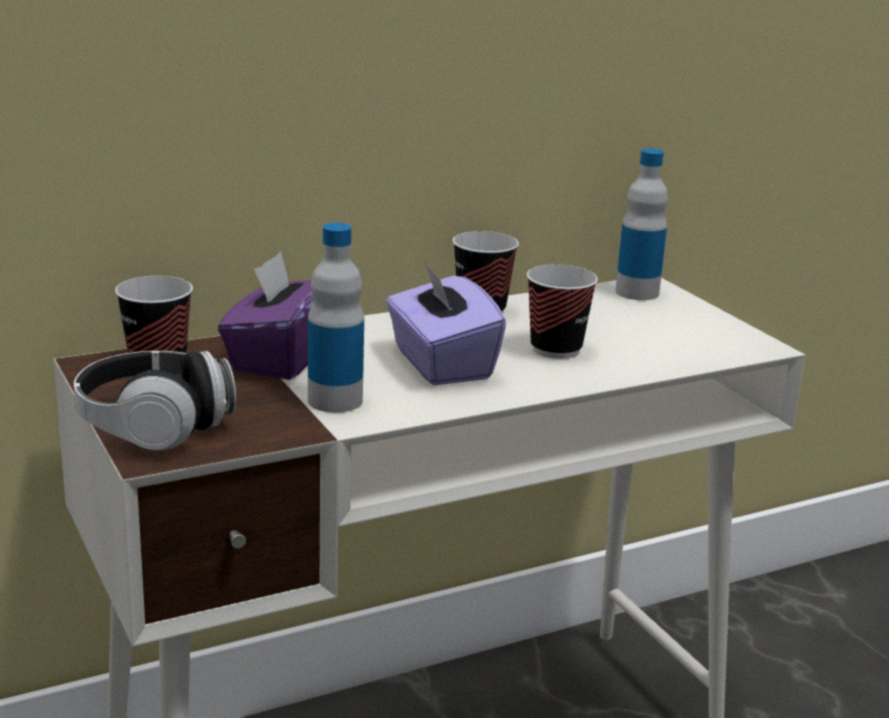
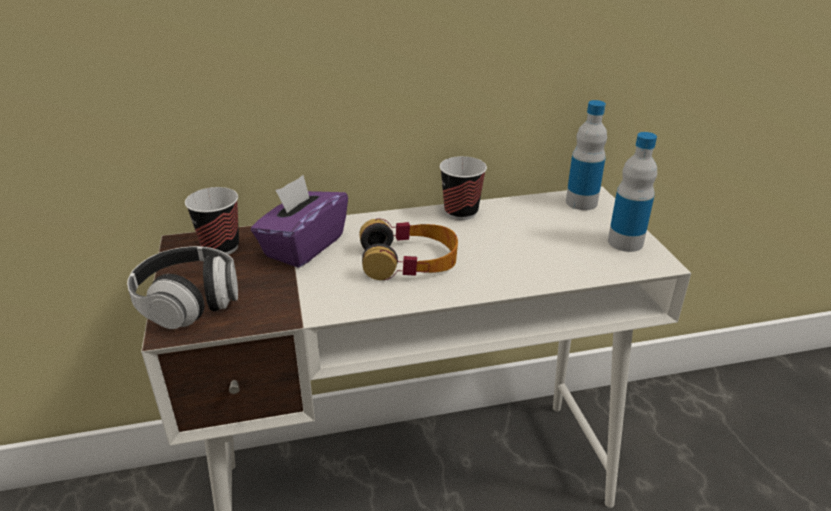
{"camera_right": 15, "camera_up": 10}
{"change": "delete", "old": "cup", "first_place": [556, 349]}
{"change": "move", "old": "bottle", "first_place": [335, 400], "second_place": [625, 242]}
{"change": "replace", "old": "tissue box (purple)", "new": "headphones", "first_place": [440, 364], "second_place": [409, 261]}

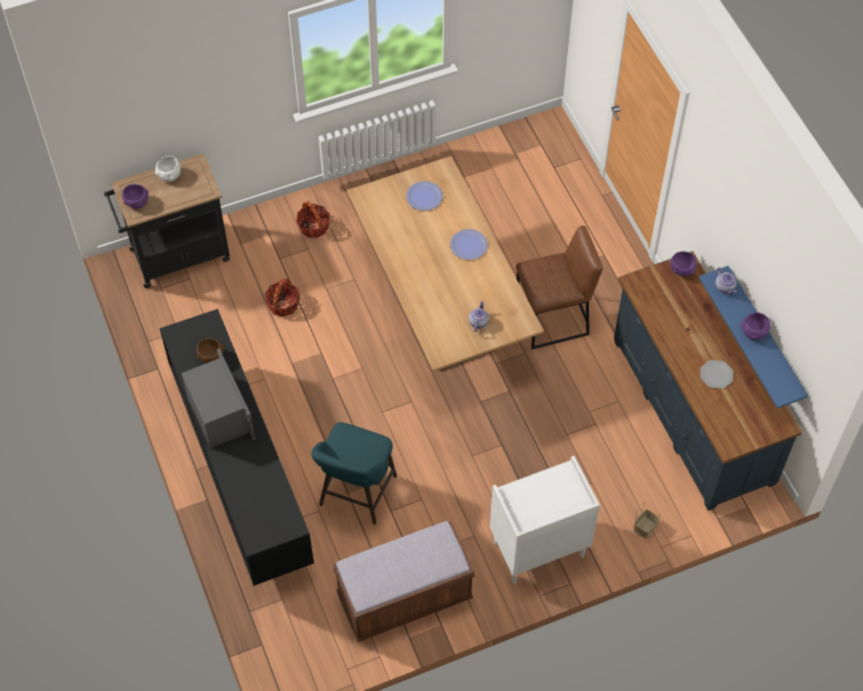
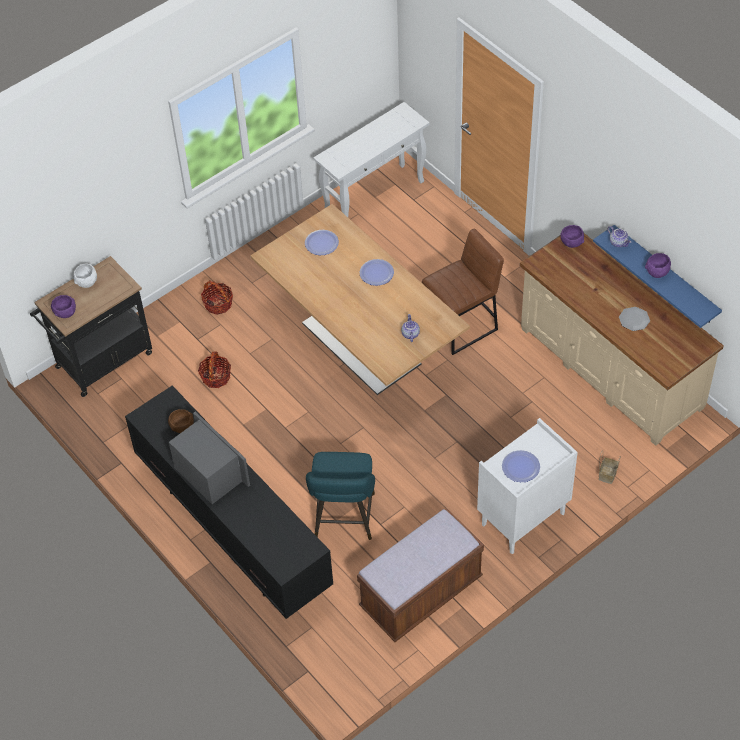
{"camera_right": -15, "camera_up": -5}
{"change": "insert", "new": "console table (white)", "second_place": [374, 197]}
{"change": "insert", "new": "plate", "second_place": [521, 467]}
{"change": "recolor", "old": "dresser (blue)", "new": "dresser (beige)", "first_place": [692, 412], "second_place": [611, 369]}

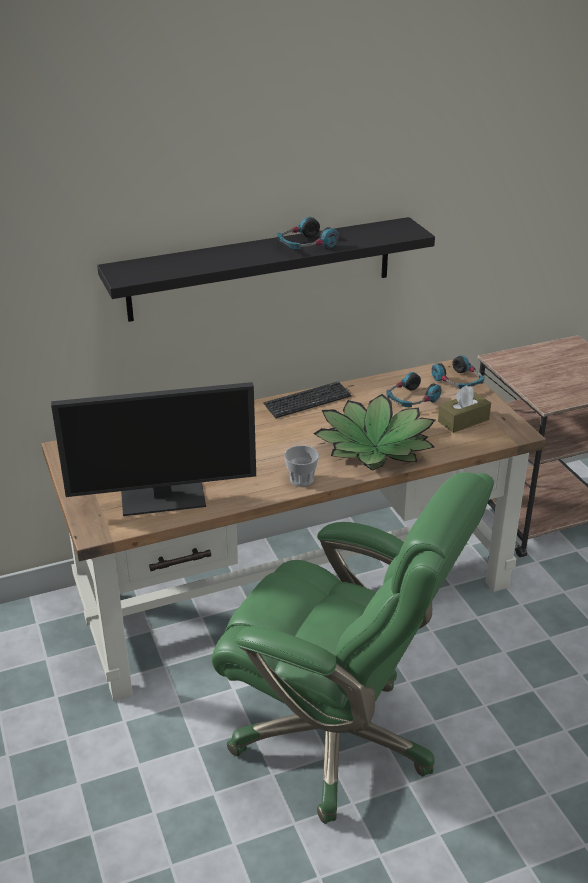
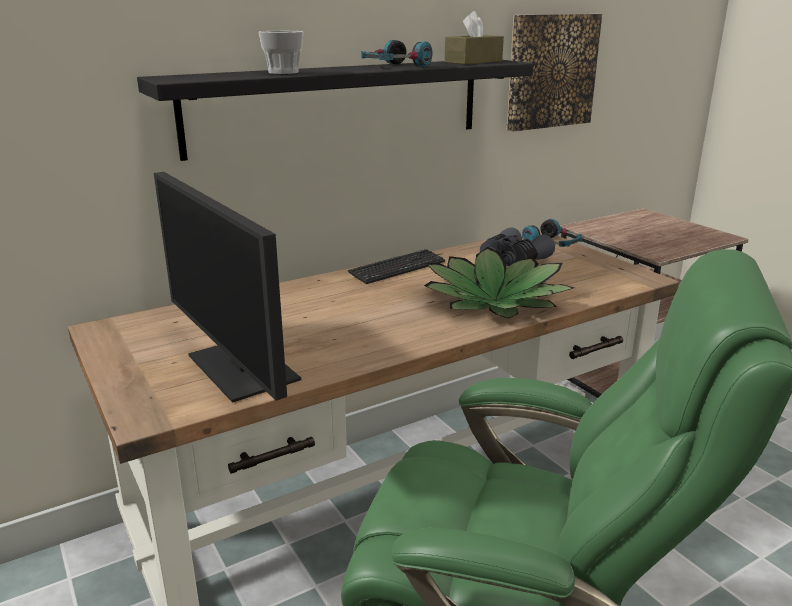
{"camera_right": -10, "camera_up": -10}
{"change": "insert", "new": "picture", "second_place": [550, 71]}
{"change": "move", "old": "cup", "first_place": [301, 480], "second_place": [283, 72]}
{"change": "move", "old": "tissue box (brown)", "first_place": [463, 420], "second_place": [473, 62]}
{"change": "replace", "old": "headphones", "new": "binoculars (grey)", "first_place": [411, 399], "second_place": [512, 260]}
{"change": "rotate", "old": "monitor", "first_place": [164, 496], "second_place": [242, 368], "degrees": 75}

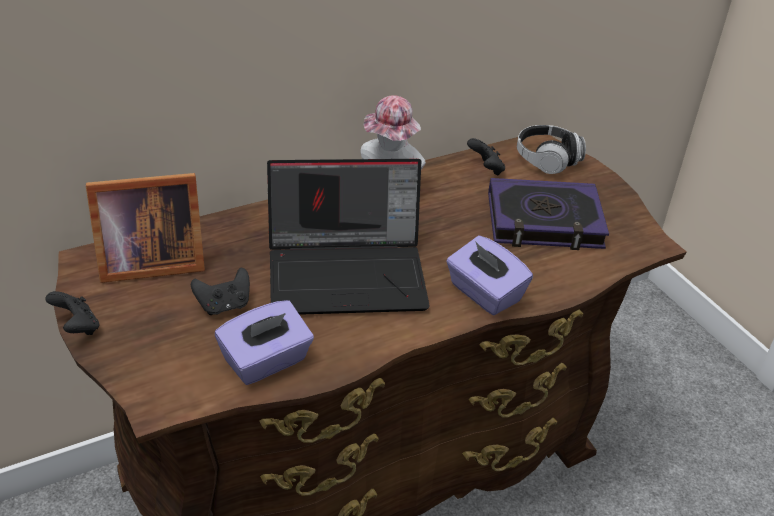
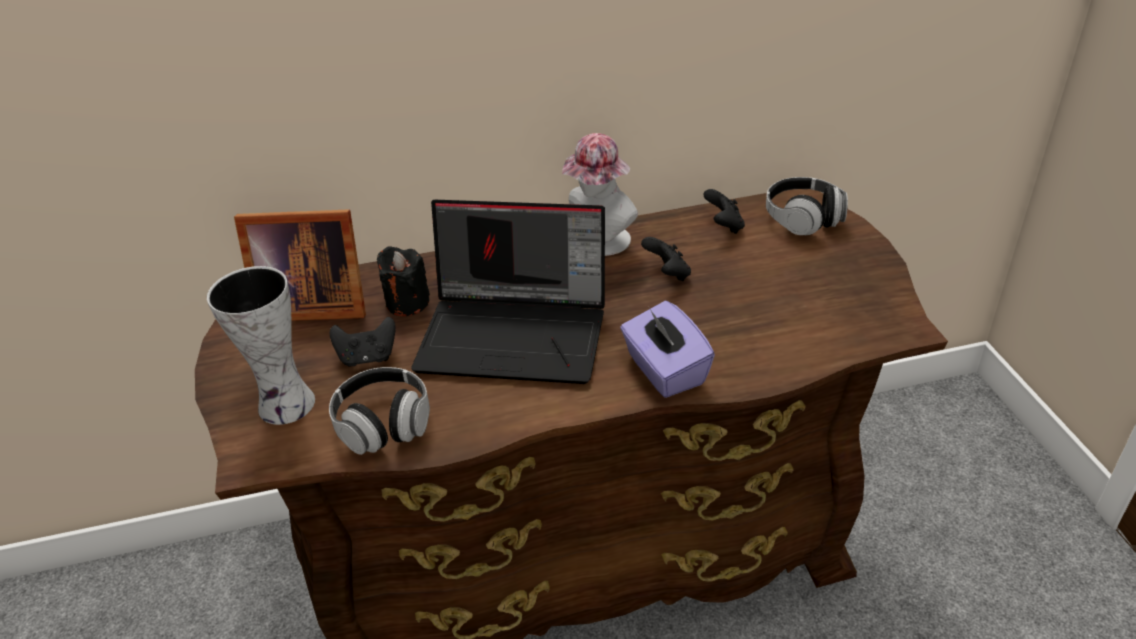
{"camera_right": 20, "camera_up": 0}
{"change": "delete", "old": "book", "first_place": [544, 222]}
{"change": "insert", "new": "vase", "second_place": [284, 406]}
{"change": "insert", "new": "candle (black)", "second_place": [407, 303]}
{"change": "move", "old": "game controller (black)", "first_place": [77, 327], "second_place": [668, 274]}
{"change": "replace", "old": "tissue box (purple)", "new": "headphones", "first_place": [266, 362], "second_place": [384, 424]}

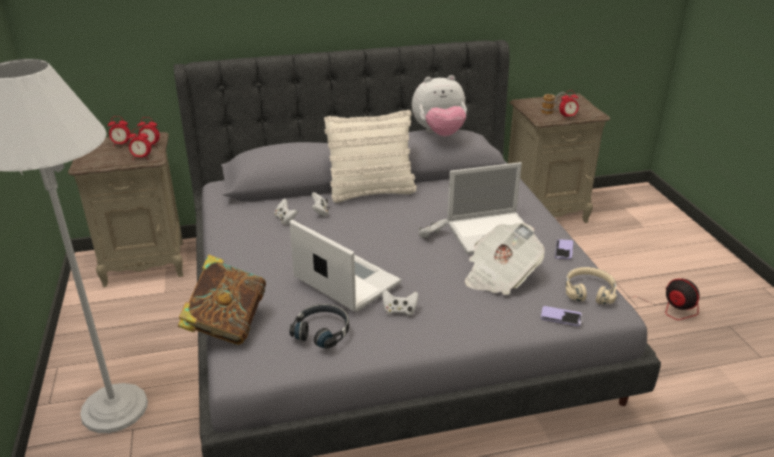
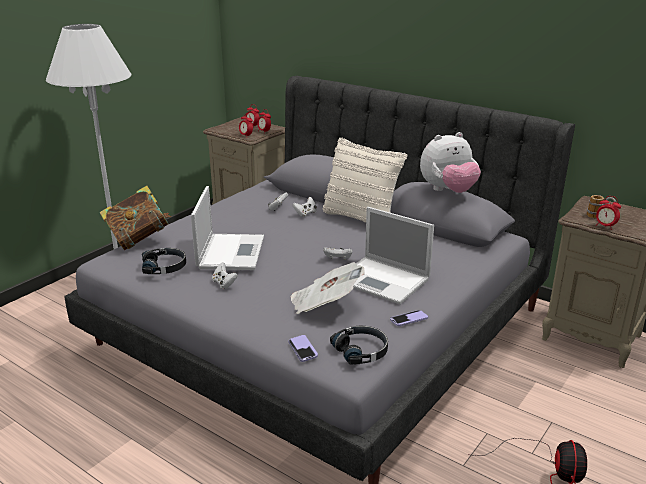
{"camera_right": 50, "camera_up": -5}
{"change": "recolor", "old": "headphones (beige)", "new": "headphones (black)", "first_place": [589, 291], "second_place": [361, 351]}
{"change": "rotate", "old": "plush toy", "first_place": [439, 134], "second_place": [448, 191], "degrees": -60}

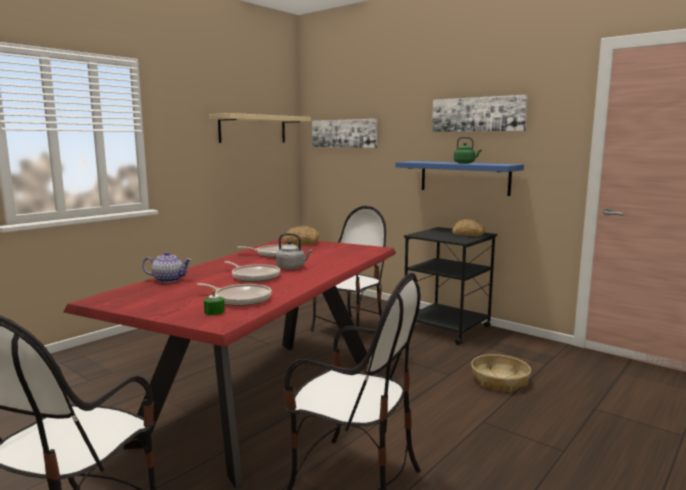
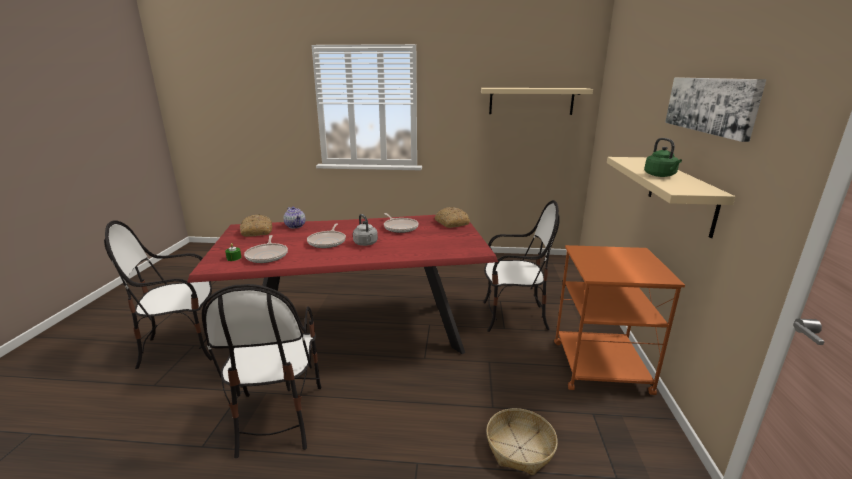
{"camera_right": 55, "camera_up": 10}
{"change": "delete", "old": "picture", "first_place": [344, 133]}
{"change": "move", "old": "bread", "first_place": [468, 234], "second_place": [256, 231]}
{"change": "recolor", "old": "shelf (blue)", "new": "shelf (beige)", "first_place": [464, 177], "second_place": [680, 194]}
{"change": "recolor", "old": "cart (black)", "new": "cart (orange)", "first_place": [447, 328], "second_place": [600, 368]}

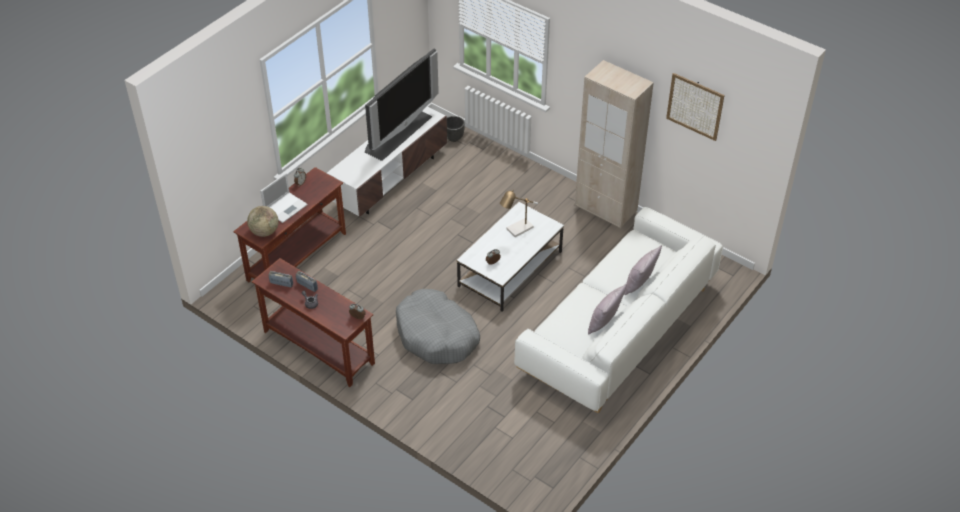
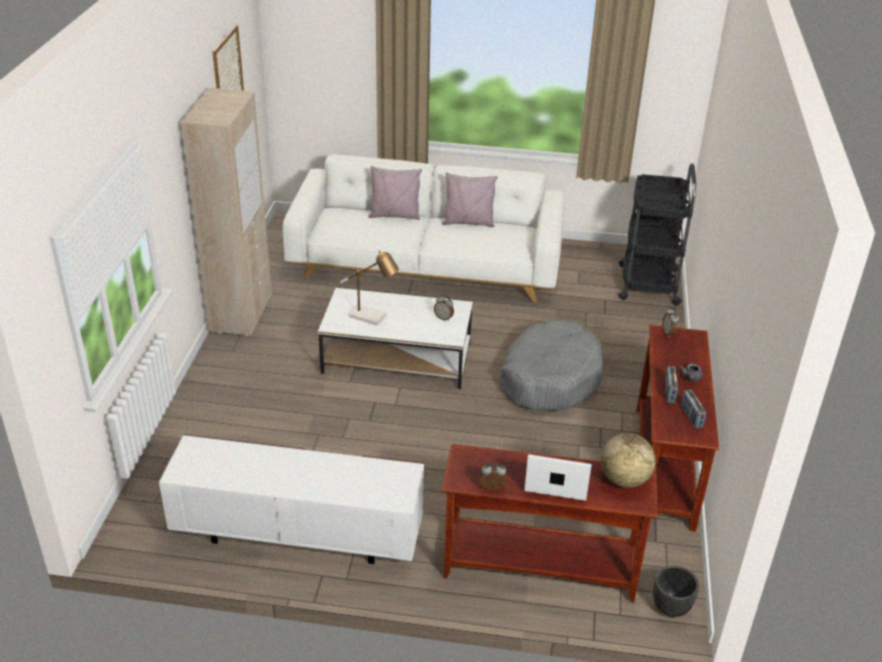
{"camera_right": -120, "camera_up": -10}
{"change": "delete", "old": "television", "first_place": [397, 133]}
{"change": "insert", "new": "cart (black)", "second_place": [648, 284]}
{"change": "move", "old": "planter (black)", "first_place": [454, 138], "second_place": [670, 608]}

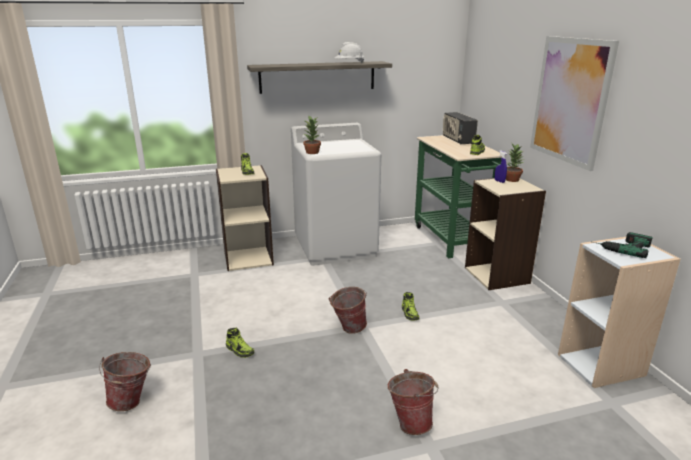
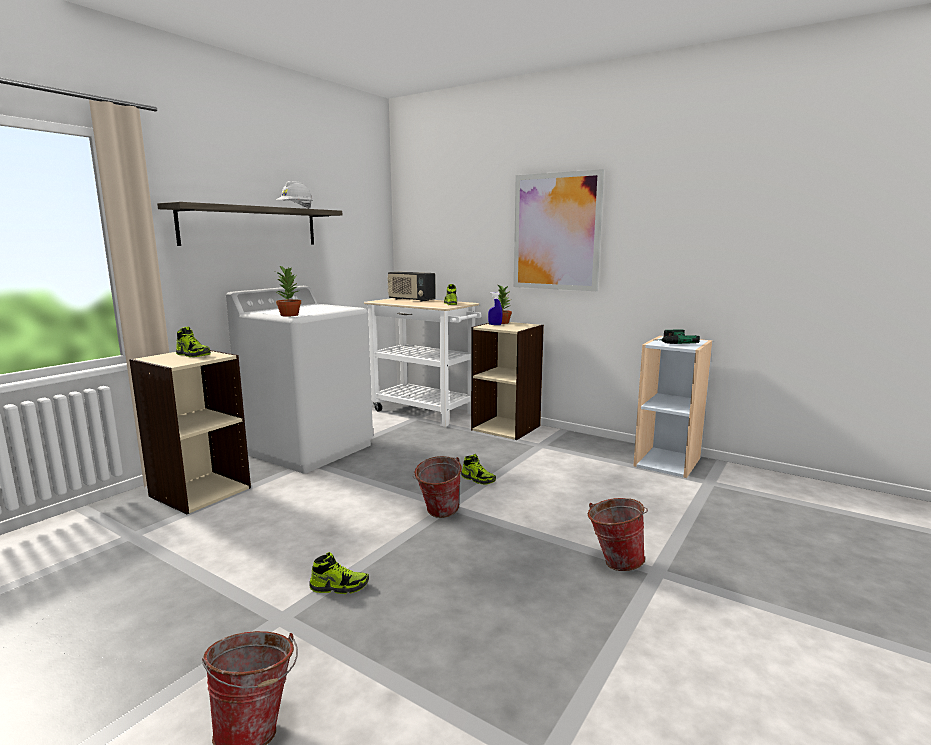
{"camera_right": -40, "camera_up": -10}
{"change": "recolor", "old": "cart (green)", "new": "cart (white)", "first_place": [451, 239], "second_place": [425, 412]}

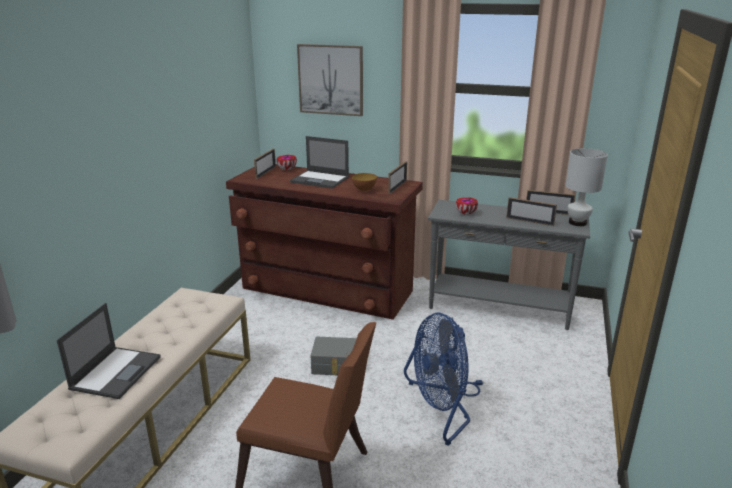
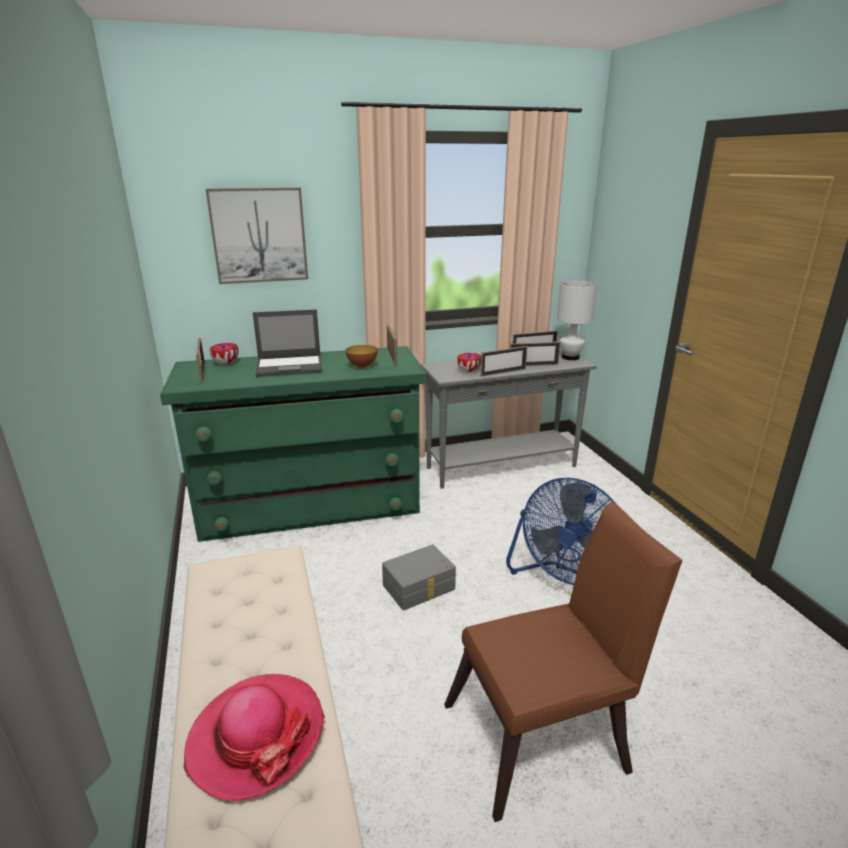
{"camera_right": -35, "camera_up": 0}
{"change": "insert", "new": "picture frame", "second_place": [503, 372]}
{"change": "replace", "old": "laptop", "new": "hat", "first_place": [116, 372], "second_place": [256, 736]}
{"change": "recolor", "old": "dresser (brown)", "new": "dresser (green)", "first_place": [325, 291], "second_place": [311, 509]}

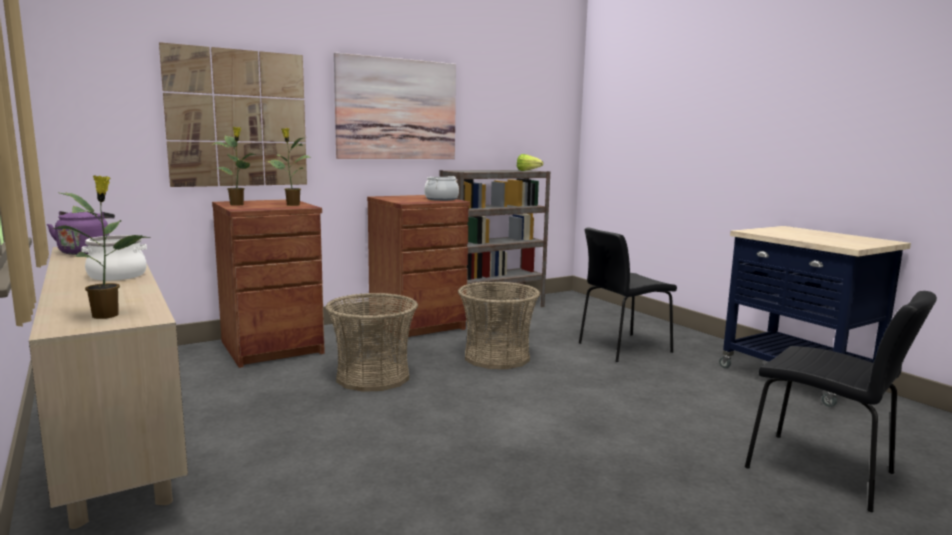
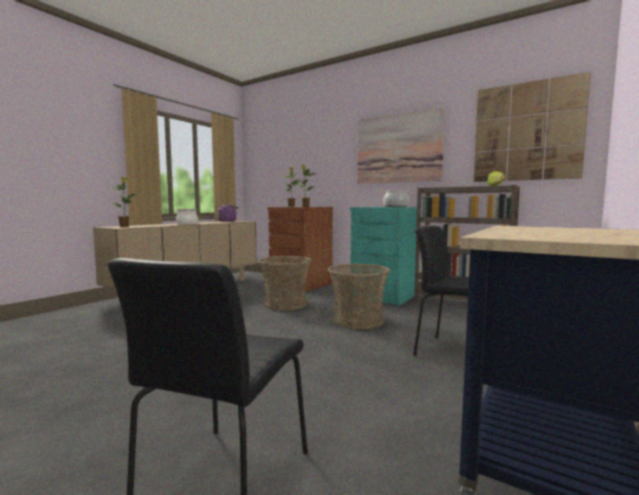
{"camera_right": 65, "camera_up": -5}
{"change": "move", "old": "picture", "first_place": [238, 118], "second_place": [527, 131]}
{"change": "recolor", "old": "dresser (brown)", "new": "dresser (turquoise)", "first_place": [417, 324], "second_place": [385, 296]}

